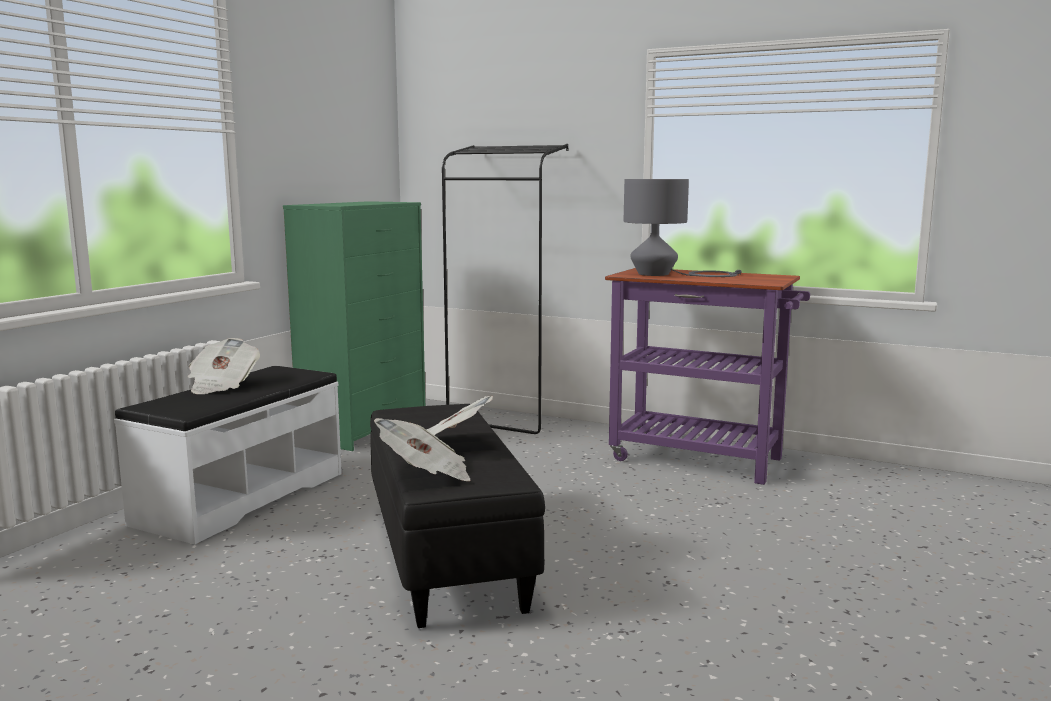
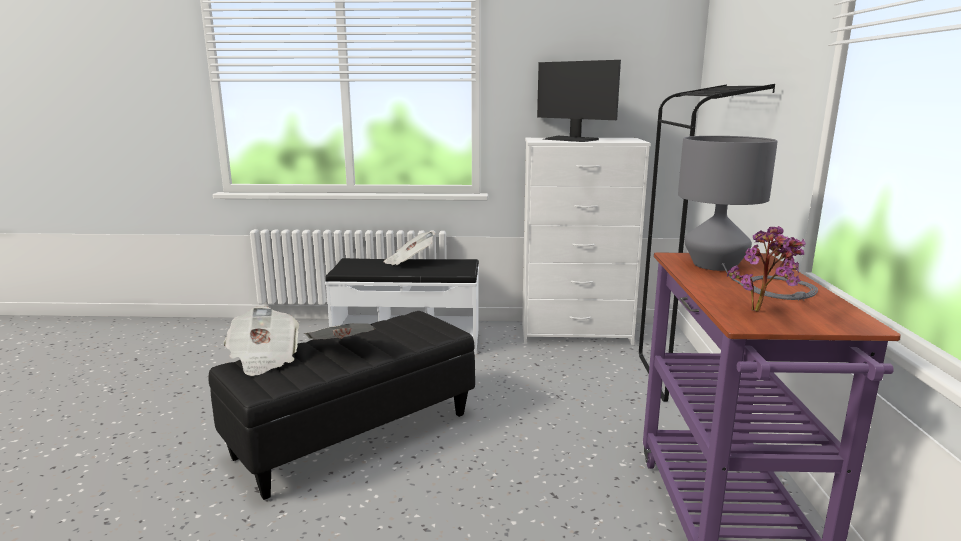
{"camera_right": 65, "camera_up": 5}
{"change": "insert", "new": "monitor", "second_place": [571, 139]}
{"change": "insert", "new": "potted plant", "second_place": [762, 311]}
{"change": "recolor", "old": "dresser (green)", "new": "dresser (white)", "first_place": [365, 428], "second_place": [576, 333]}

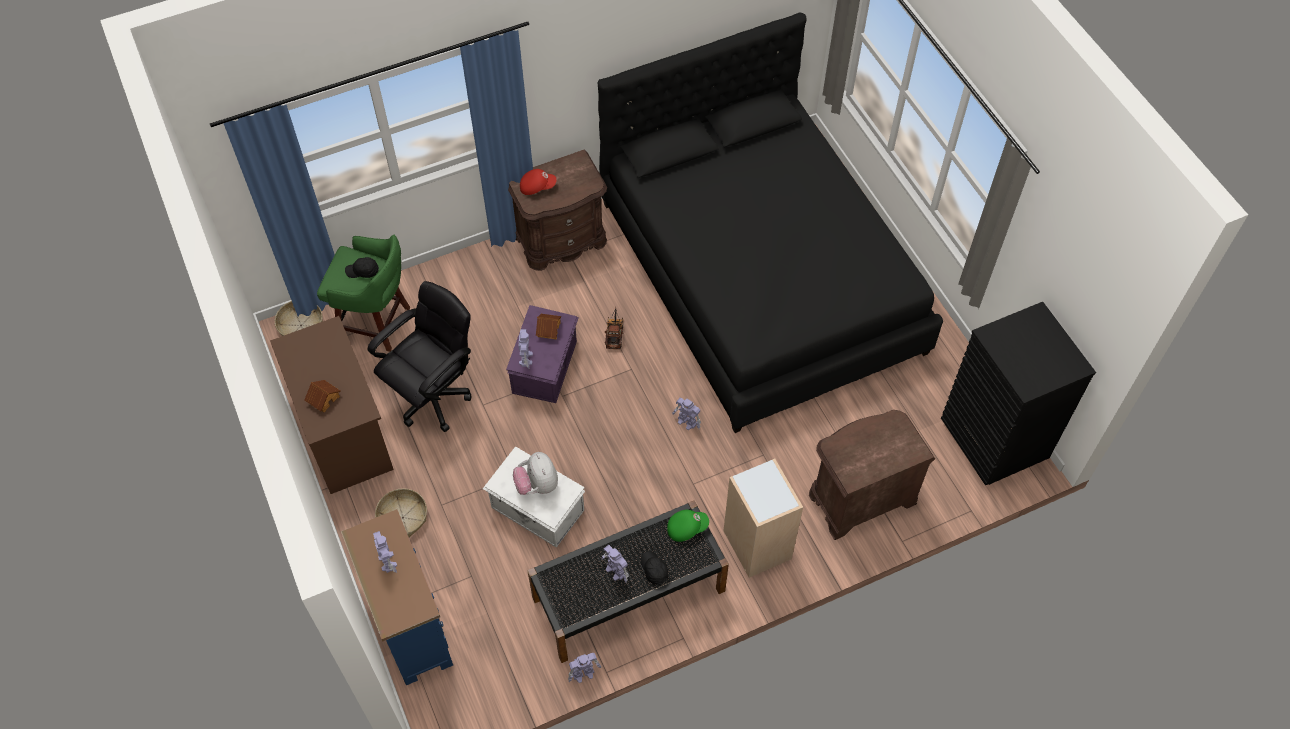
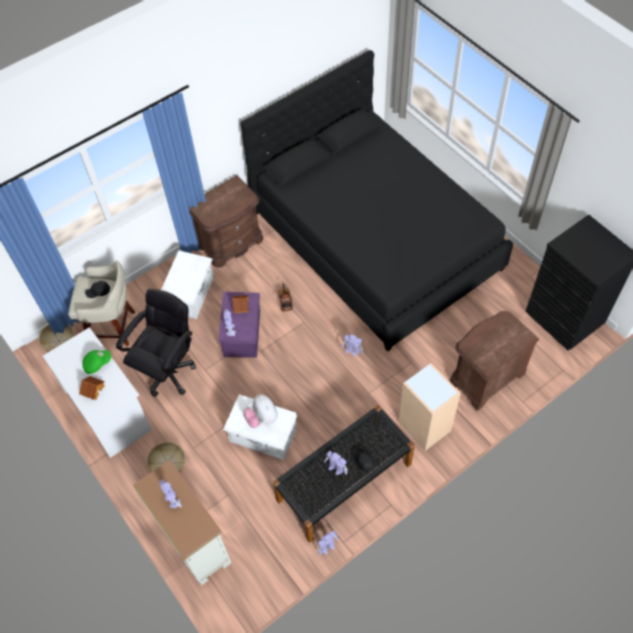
{"camera_right": -10, "camera_up": 0}
{"change": "delete", "old": "cap (red)", "first_place": [537, 186]}
{"change": "insert", "new": "storage box (white)", "second_place": [191, 294]}
{"change": "move", "old": "cap (green)", "first_place": [686, 528], "second_place": [97, 363]}
{"change": "recolor", "old": "desk (brown)", "new": "desk (white)", "first_place": [344, 431], "second_place": [109, 409]}
{"change": "recolor", "old": "stool (green)", "new": "stool (beige)", "first_place": [376, 324], "second_place": [114, 328]}
{"change": "recolor", "old": "dresser (blue)", "new": "dresser (white)", "first_place": [411, 626], "second_place": [193, 541]}

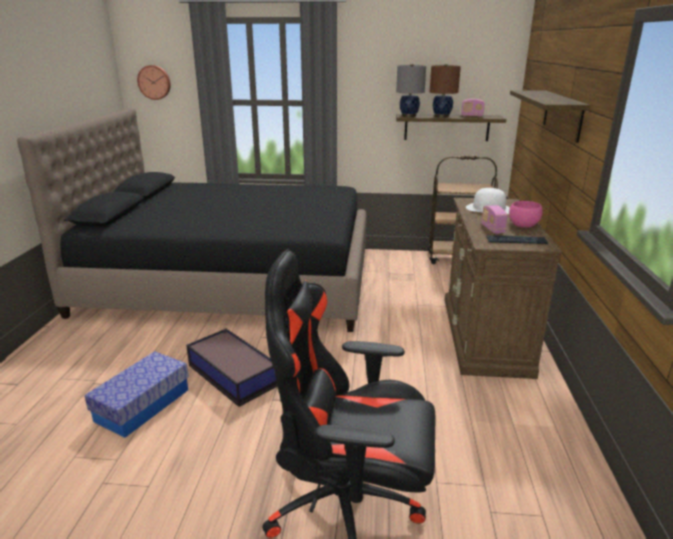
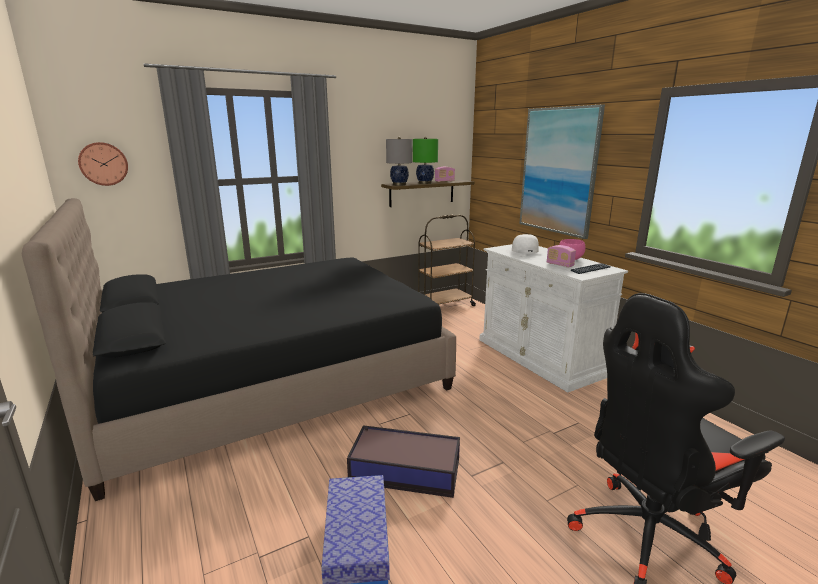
{"camera_right": -35, "camera_up": -5}
{"change": "replace", "old": "shelf", "new": "picture", "first_place": [562, 115], "second_place": [558, 171]}
{"change": "recolor", "old": "table lamp (brown)", "new": "table lamp (green)", "first_place": [441, 116], "second_place": [424, 183]}
{"change": "recolor", "old": "dresser (brown)", "new": "dresser (white)", "first_place": [485, 334], "second_place": [540, 356]}

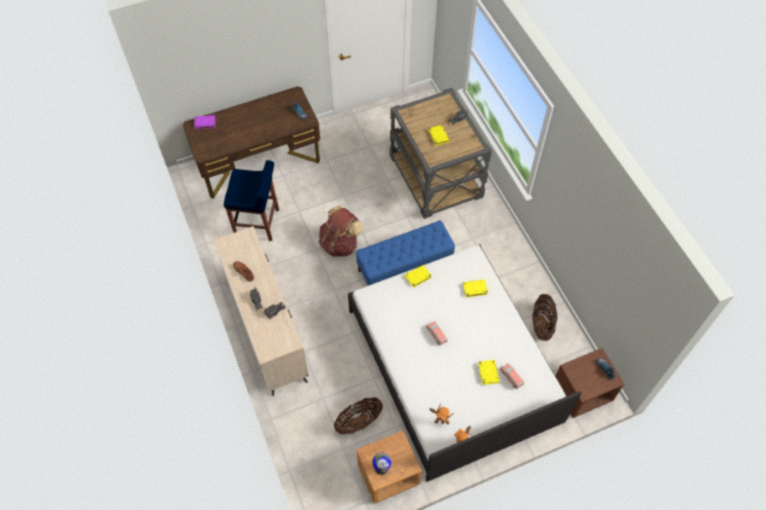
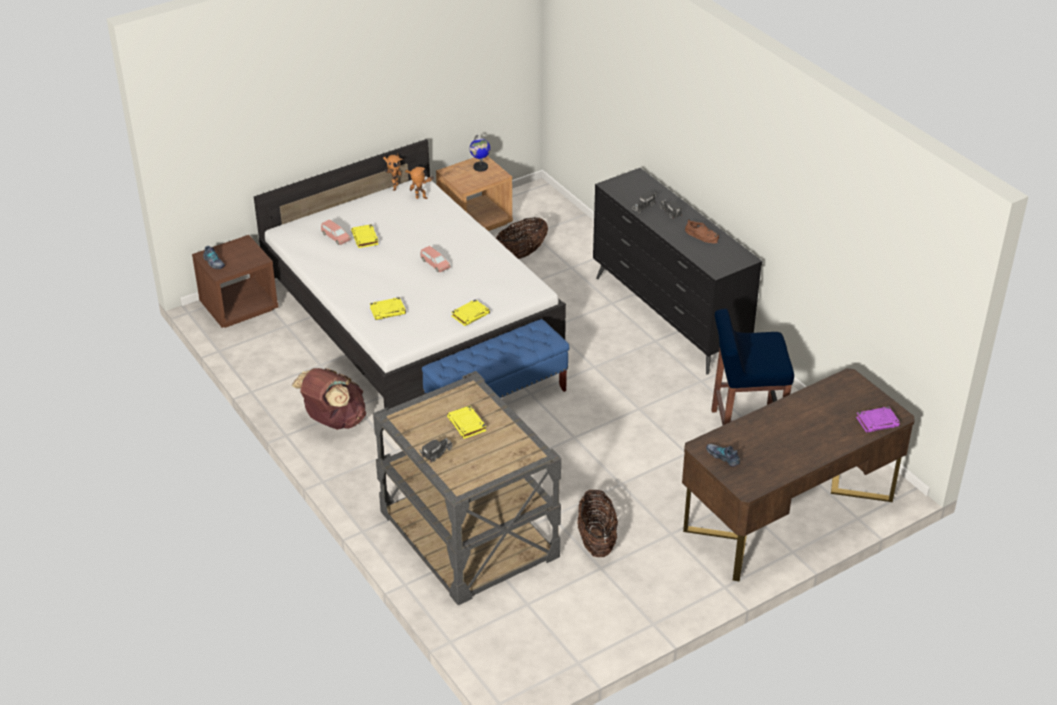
{"camera_right": 170, "camera_up": -20}
{"change": "move", "old": "backpack (brown)", "first_place": [340, 243], "second_place": [333, 421]}
{"change": "move", "old": "basket", "first_place": [541, 324], "second_place": [596, 540]}
{"change": "recolor", "old": "dresser (beige)", "new": "dresser (black)", "first_place": [267, 330], "second_place": [669, 317]}

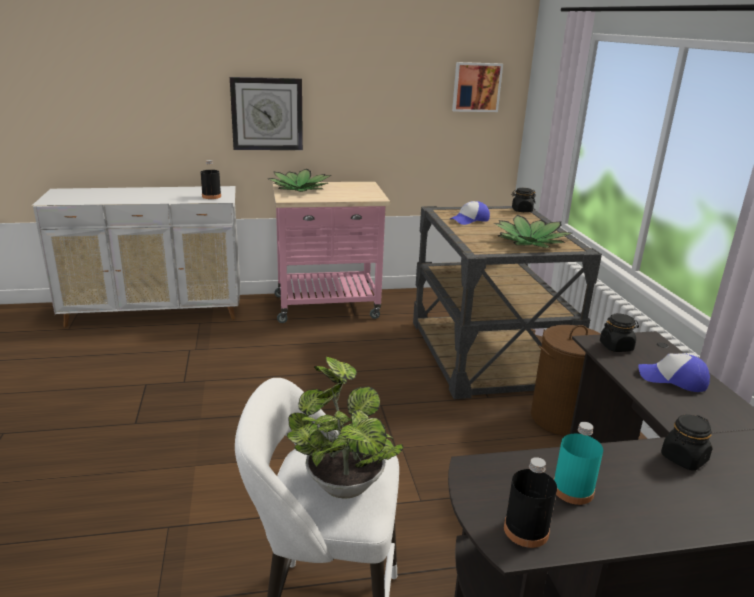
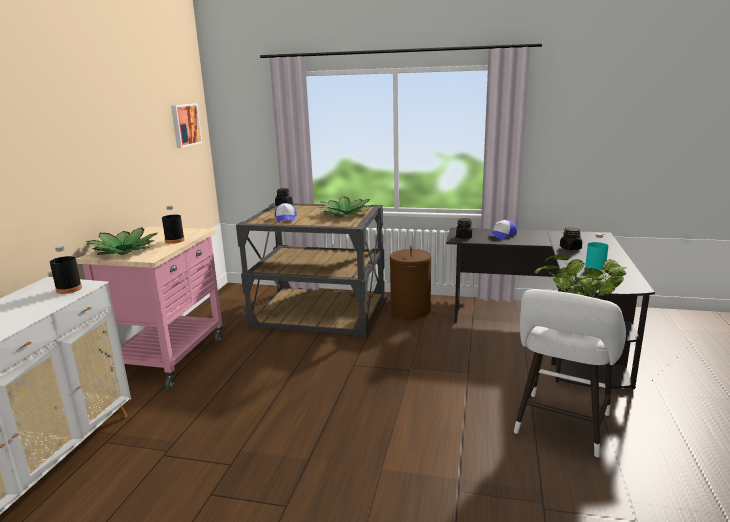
{"camera_right": -65, "camera_up": -5}
{"change": "delete", "old": "wall clock", "first_place": [267, 114]}
{"change": "move", "old": "bottle (black)", "first_place": [526, 530], "second_place": [174, 240]}

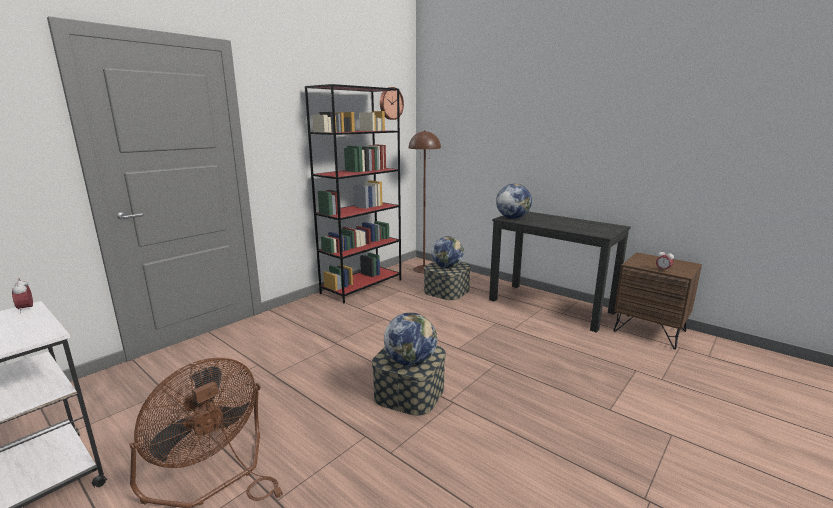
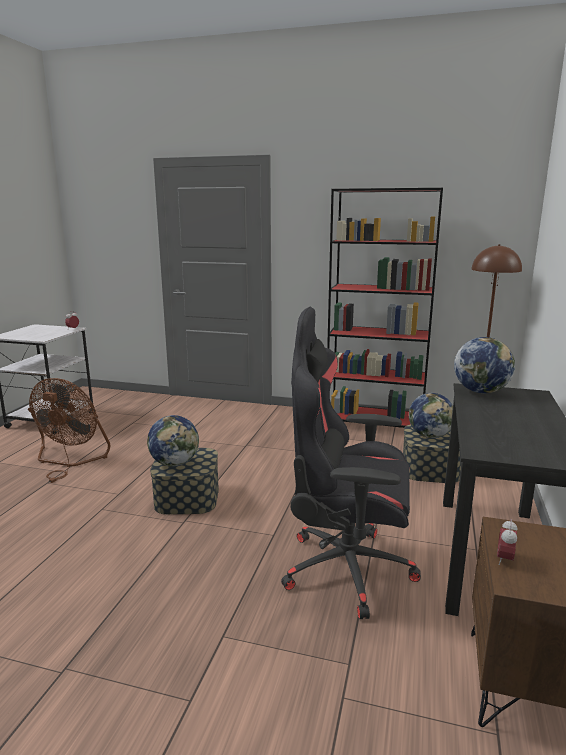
{"camera_right": 65, "camera_up": 0}
{"change": "delete", "old": "wall clock", "first_place": [390, 103]}
{"change": "insert", "new": "office chair (black)", "second_place": [349, 569]}

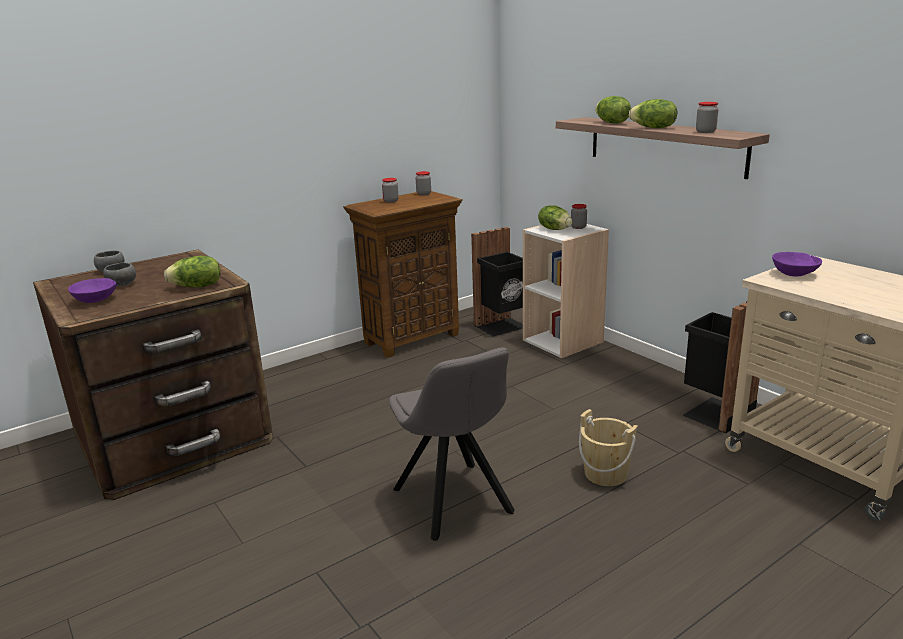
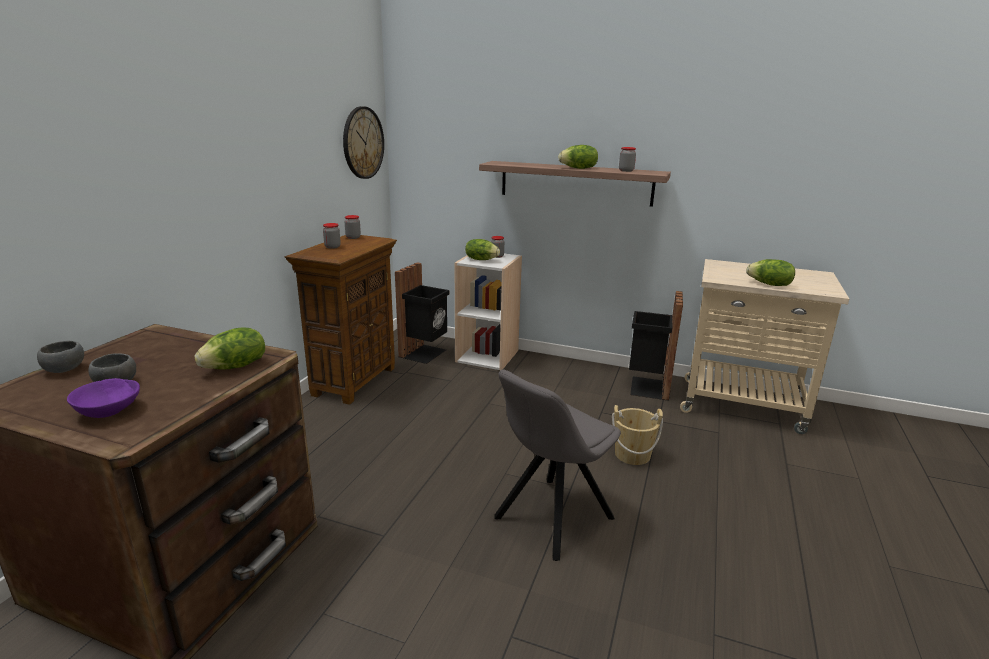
{"camera_right": -35, "camera_up": 0}
{"change": "delete", "old": "bowl (purple)", "first_place": [793, 274]}
{"change": "insert", "new": "wall clock", "second_place": [363, 143]}
{"change": "move", "old": "lettuce", "first_place": [611, 123], "second_place": [769, 284]}
{"change": "rotate", "old": "chair (grey)", "first_place": [453, 501], "second_place": [552, 517], "degrees": 105}

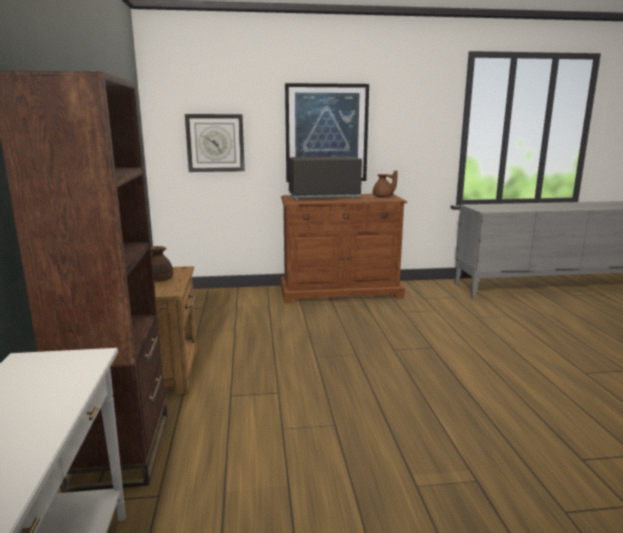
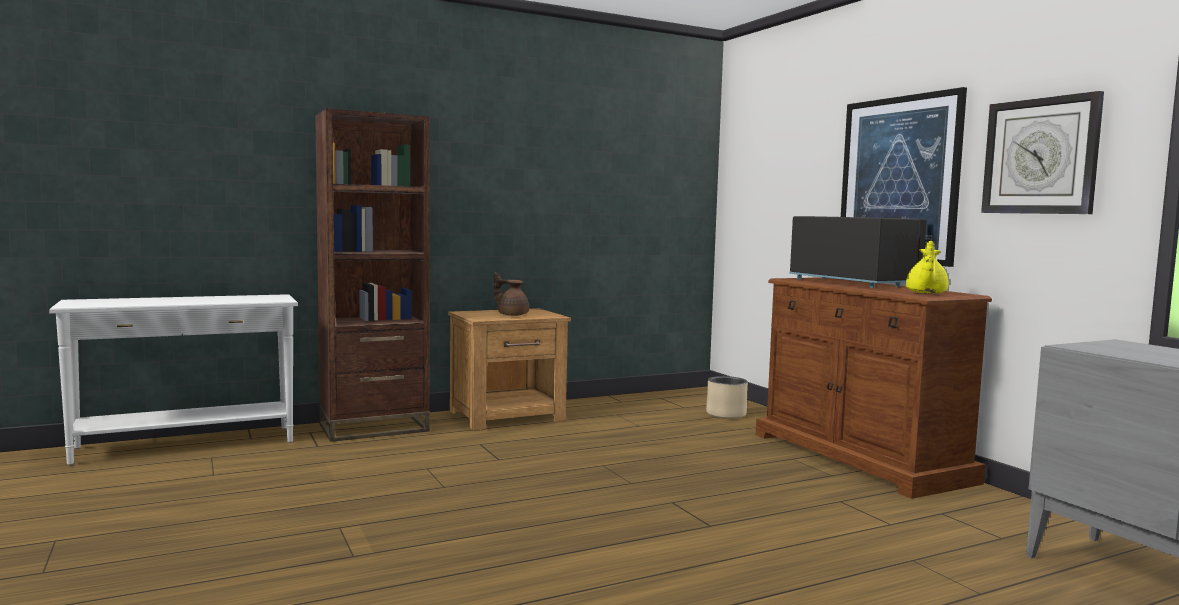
{"camera_right": 70, "camera_up": -10}
{"change": "insert", "new": "planter (beige)", "second_place": [726, 414]}
{"change": "move", "old": "wall clock", "first_place": [215, 143], "second_place": [1040, 156]}
{"change": "recolor", "old": "teapot (brown)", "new": "teapot (yellow)", "first_place": [383, 197], "second_place": [925, 293]}

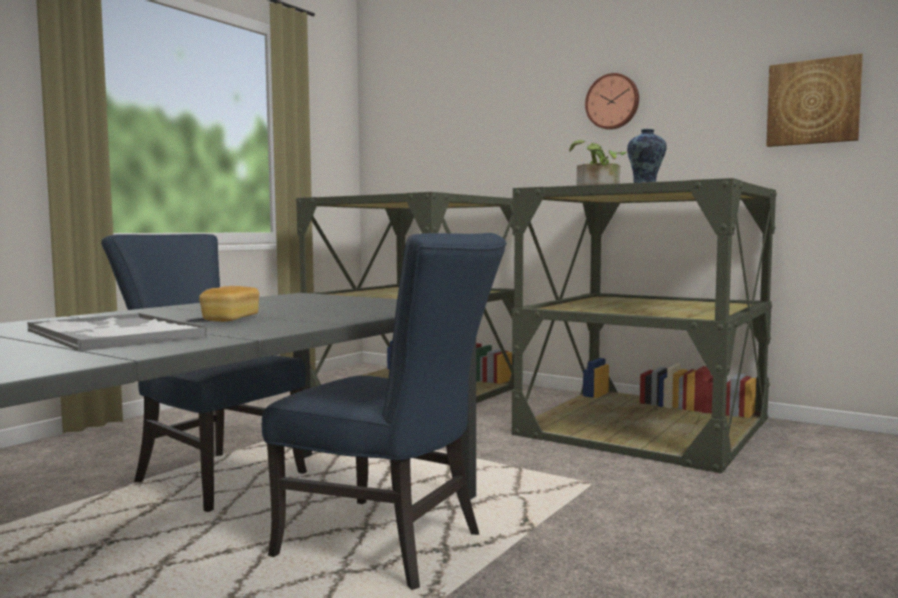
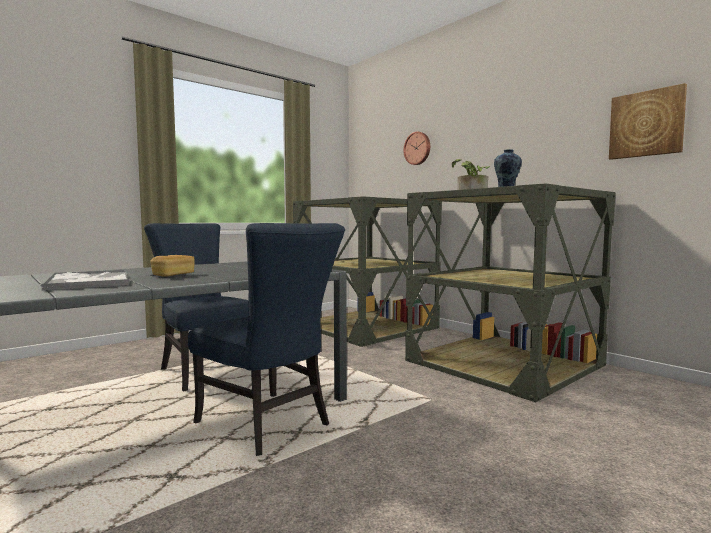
{"camera_right": 15, "camera_up": 0}
{"change": "move", "old": "wall clock", "first_place": [612, 102], "second_place": [417, 148]}

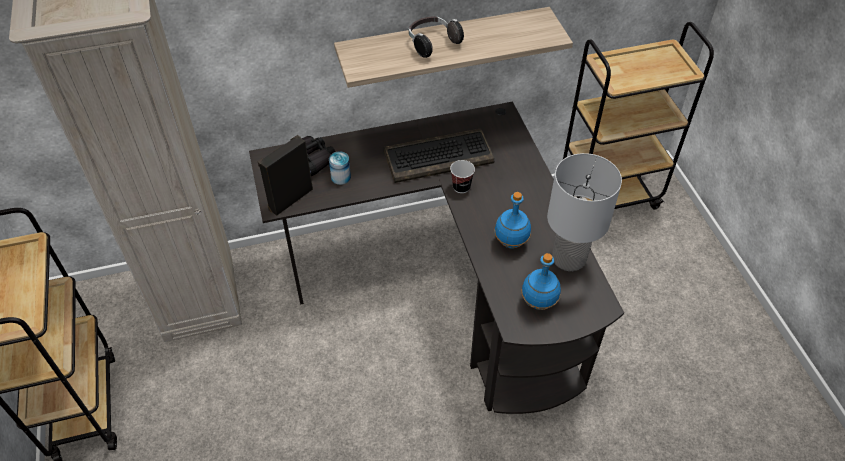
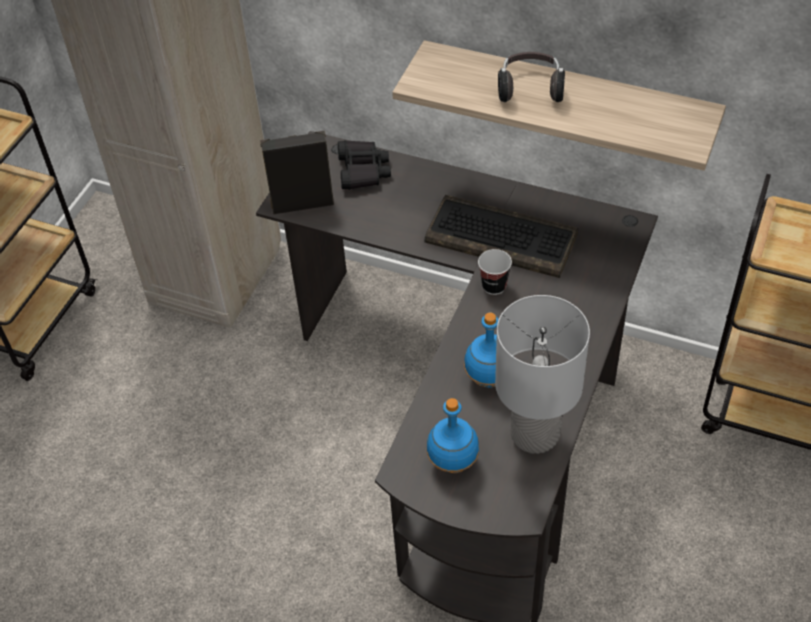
{"camera_right": 40, "camera_up": 0}
{"change": "delete", "old": "can", "first_place": [340, 177]}

